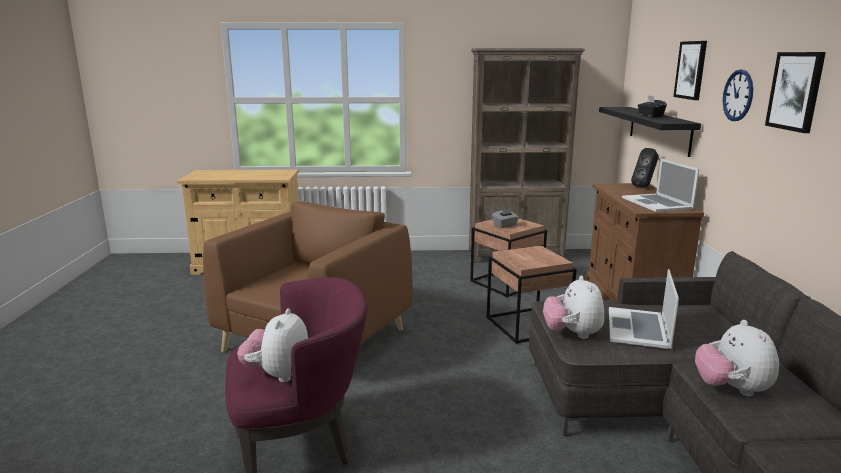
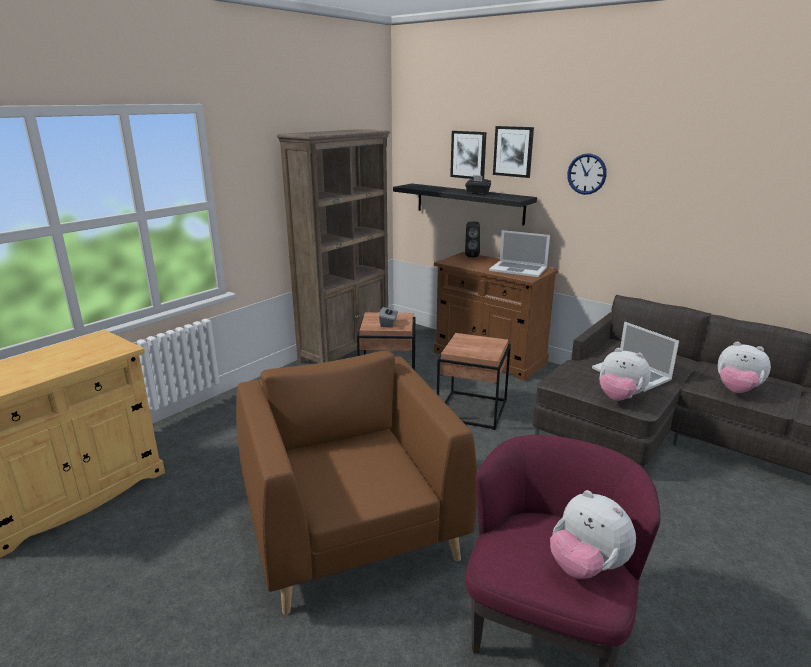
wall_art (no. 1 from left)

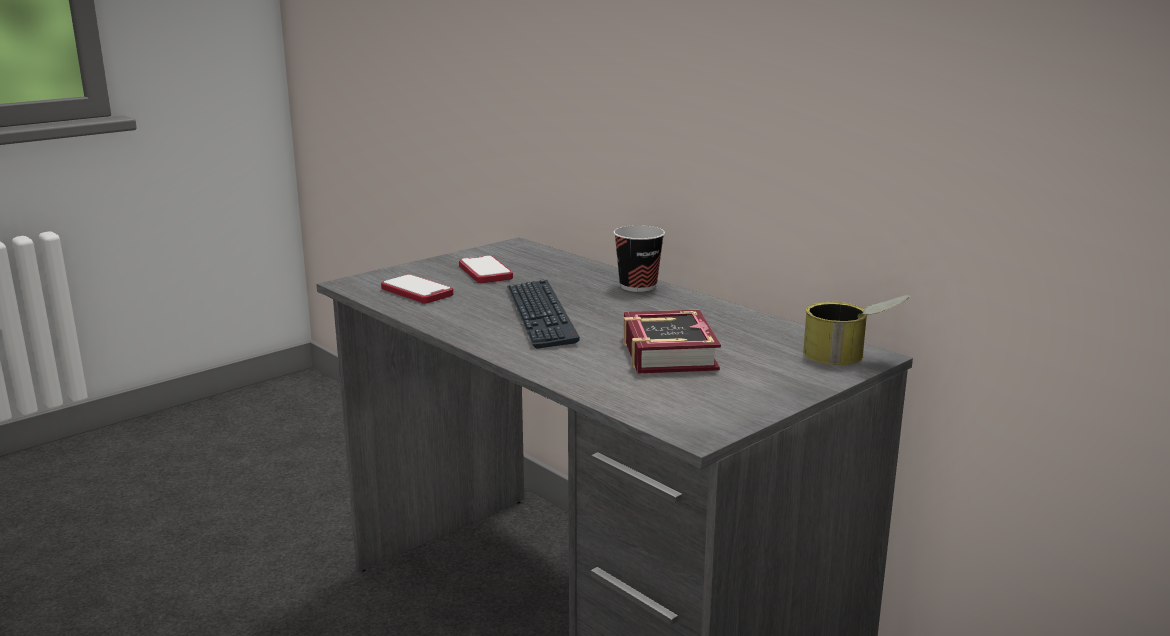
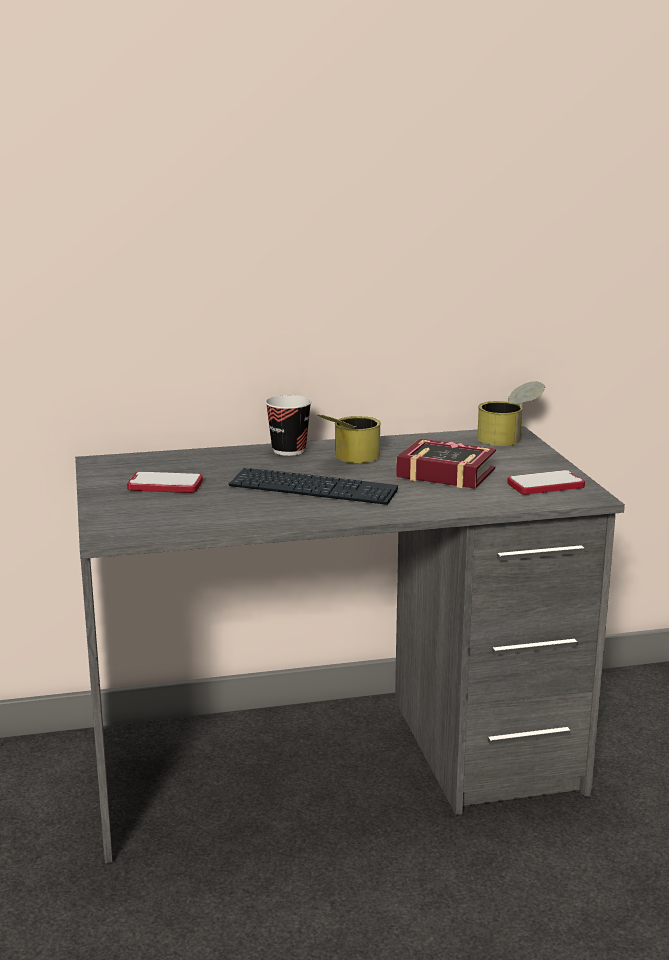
handset (no. 2 from left)
metal_can (no. 1 from left)

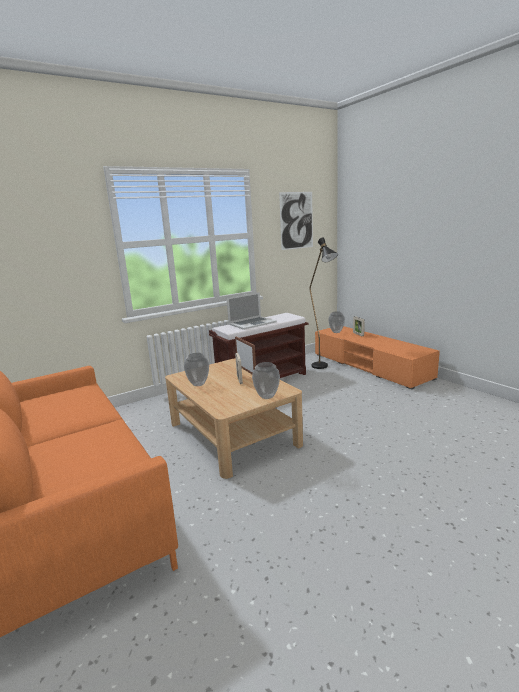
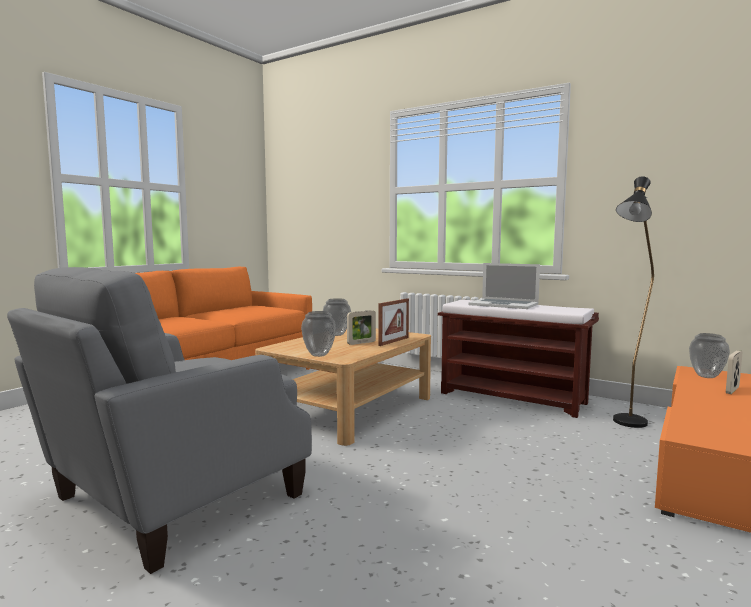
wall_art
grey_easy_chair

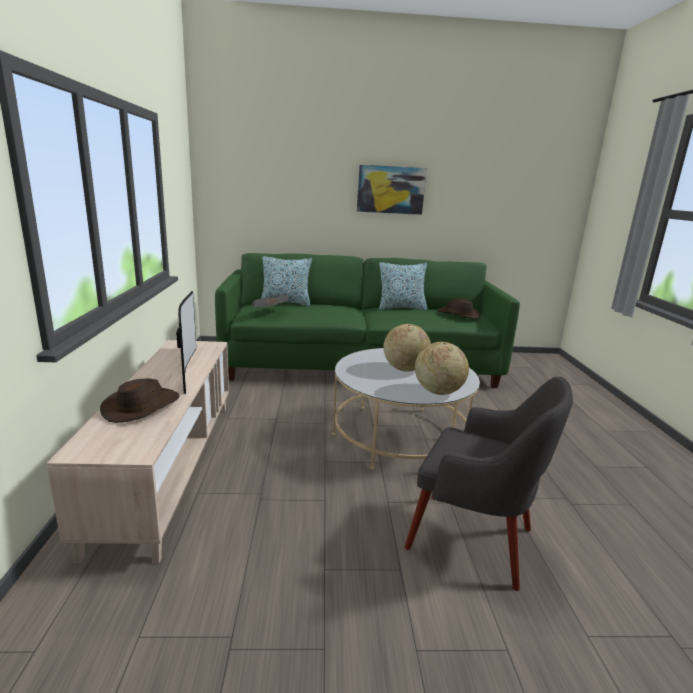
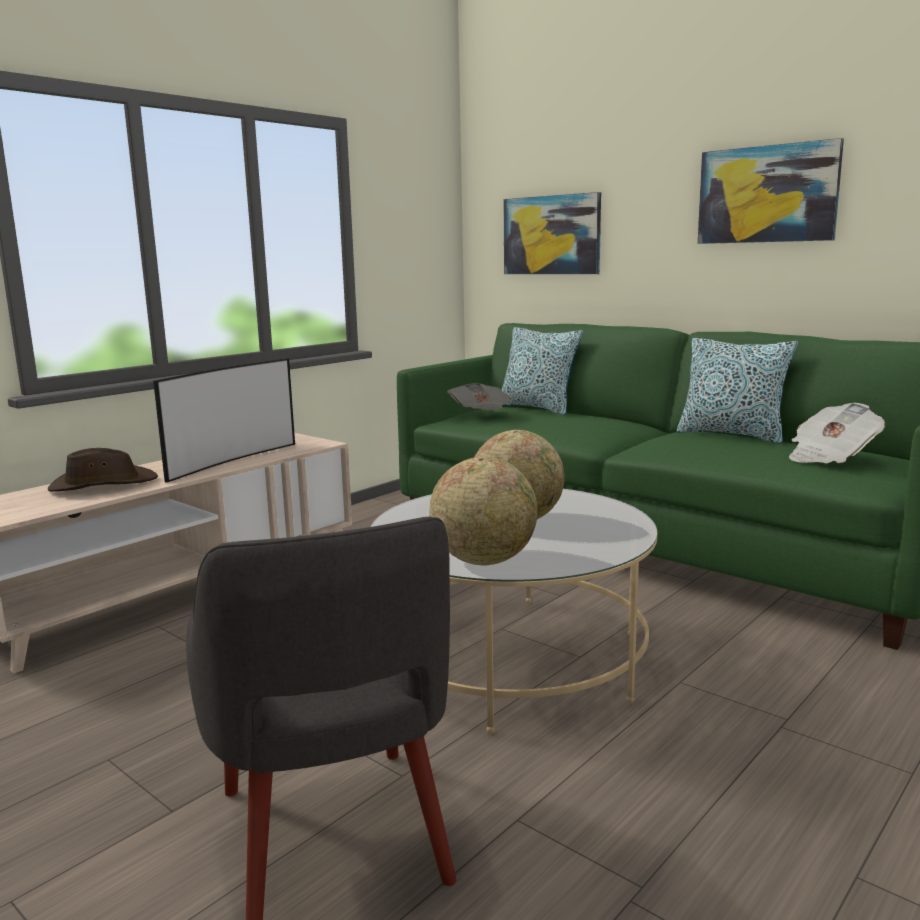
daily_paper (no. 2 from left)
wall_art (no. 1 from left)

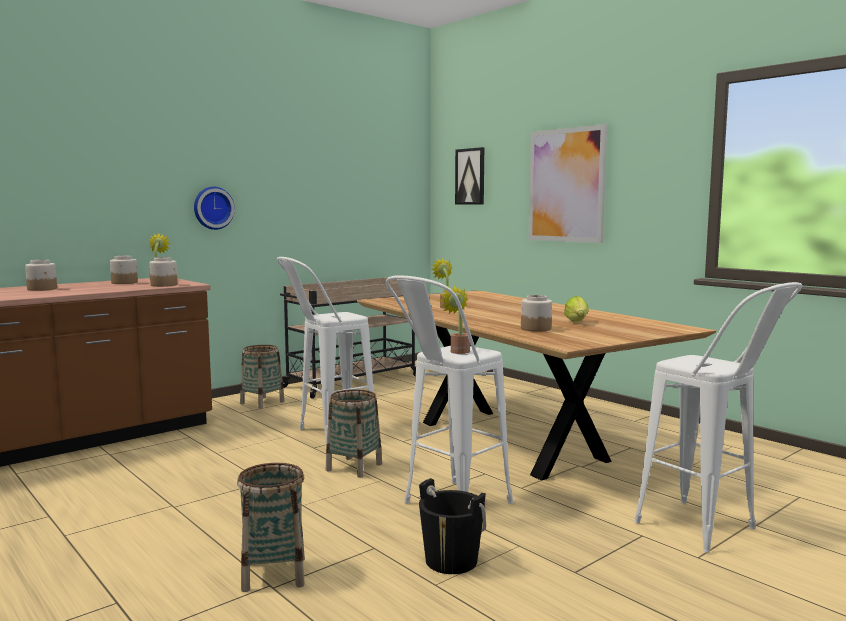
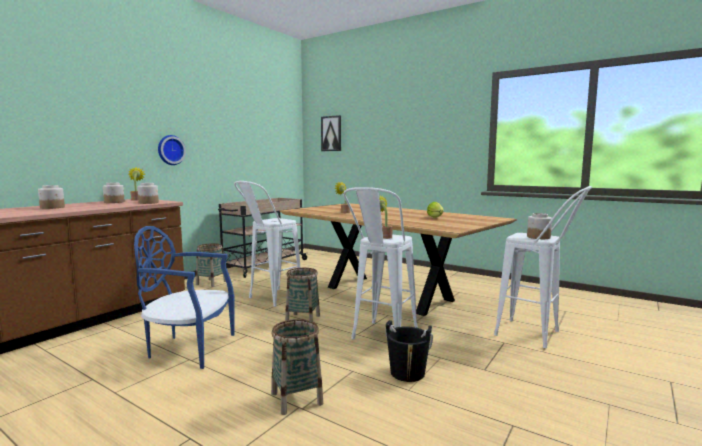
wall_art (no. 2 from left in the first image)
storage_jar (no. 4 from left)
blue_plain_chair

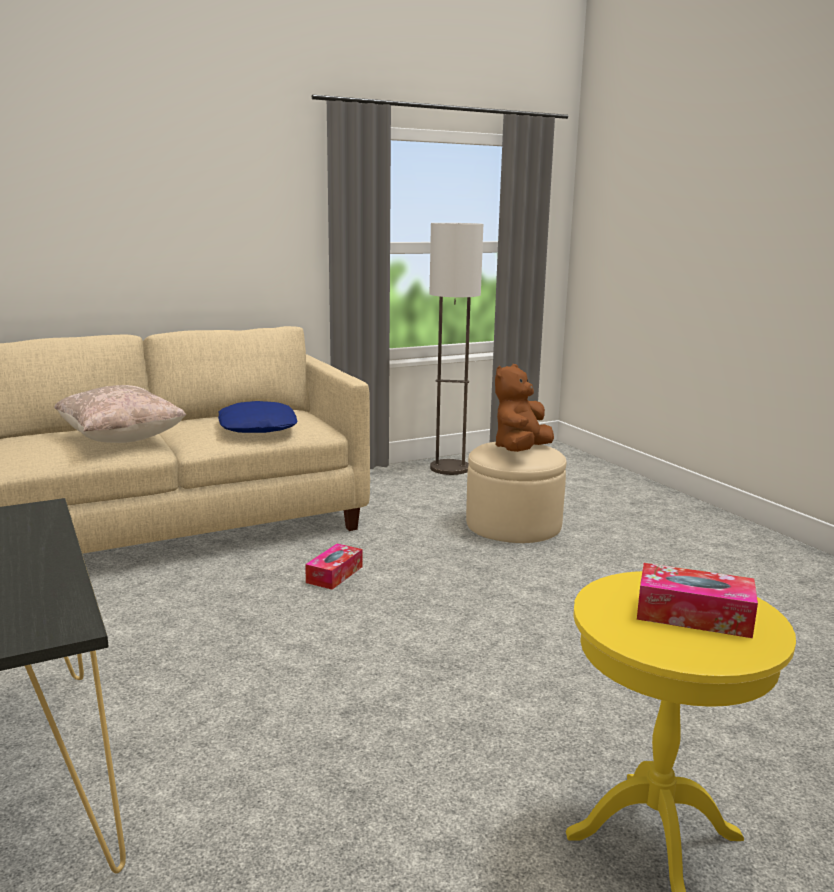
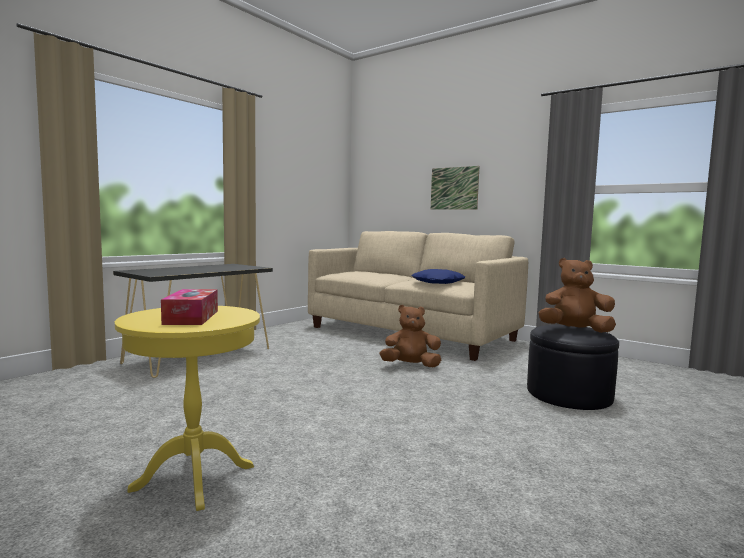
standing_lamp
sand-coloured_pillow
blackish_footrest
brown_soft_toy (no. 1 from left)
wall_art

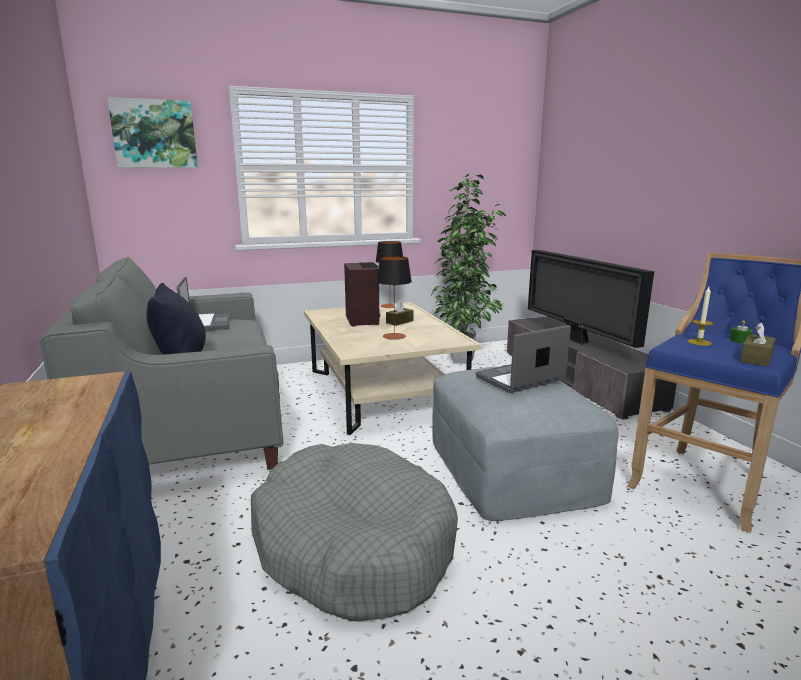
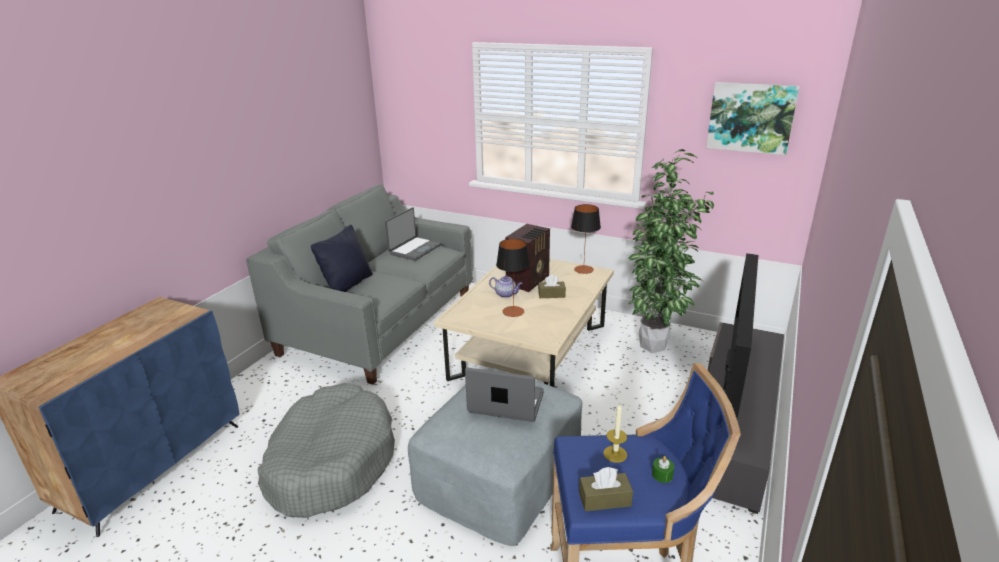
wall_art
pot_for_tea

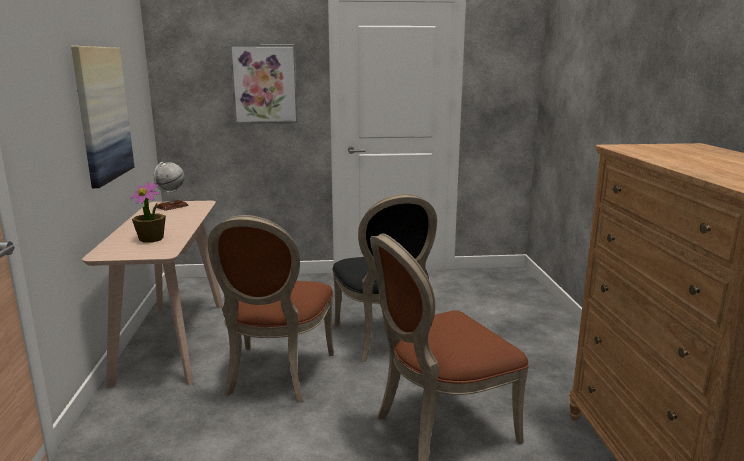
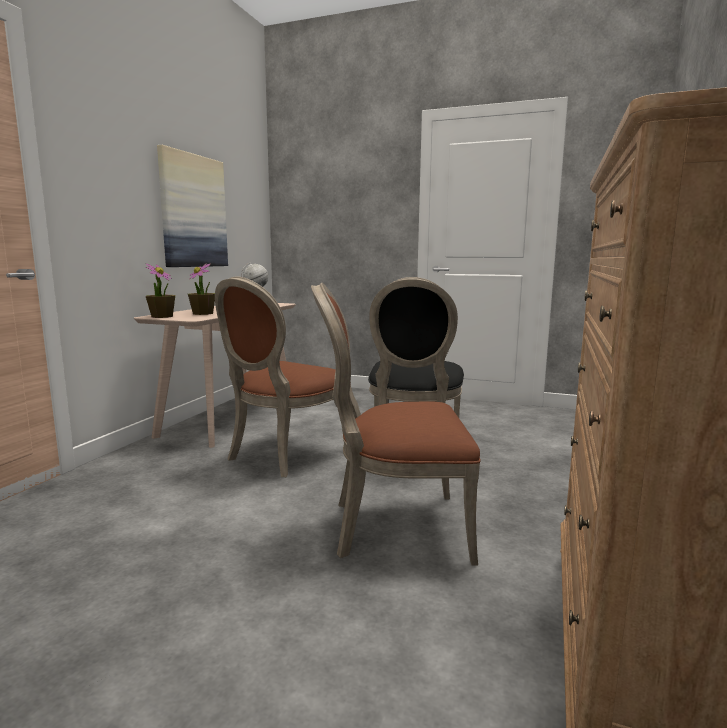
wall_art (no. 2 from left in the first image)
houseplant (no. 1 from left)

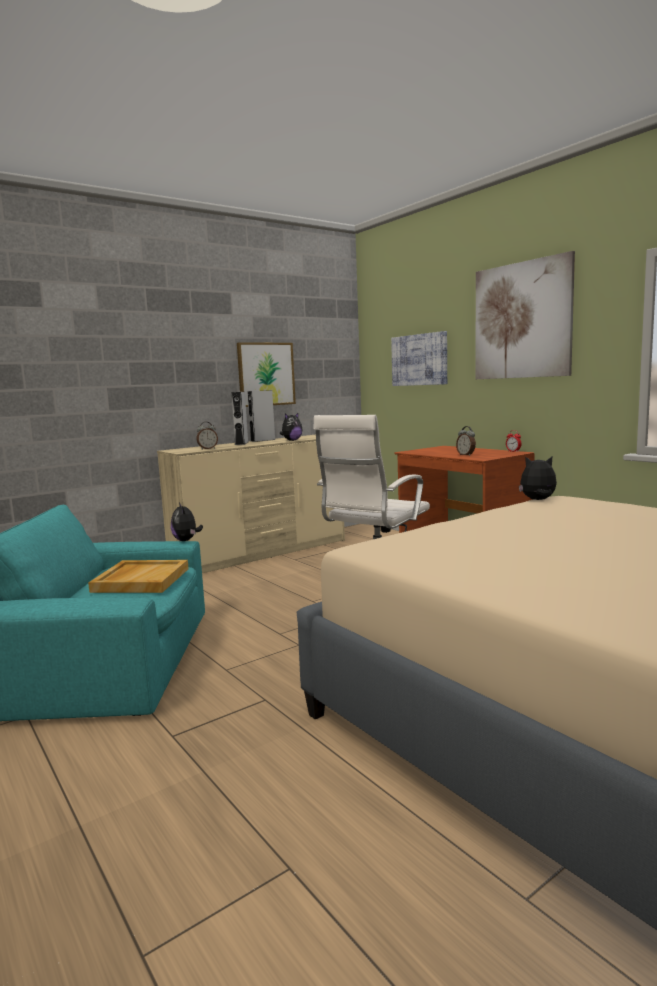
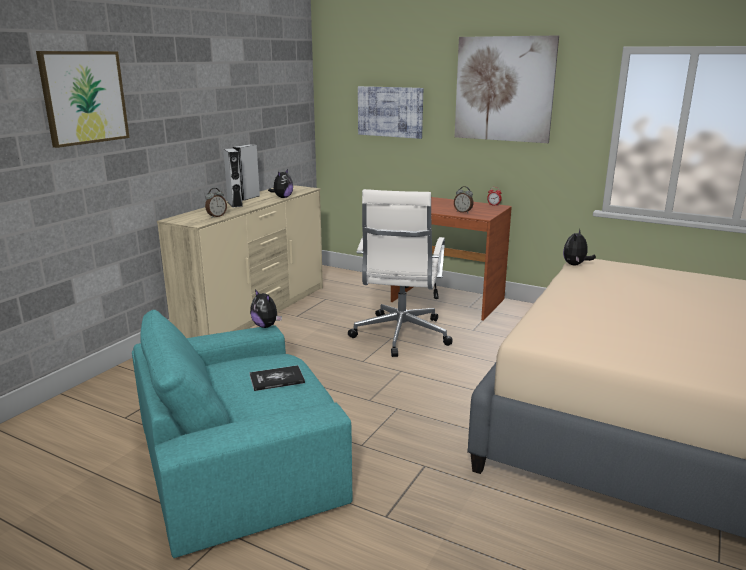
wall_art (no. 1 from left)
soft_toy (no. 3 from left)
book

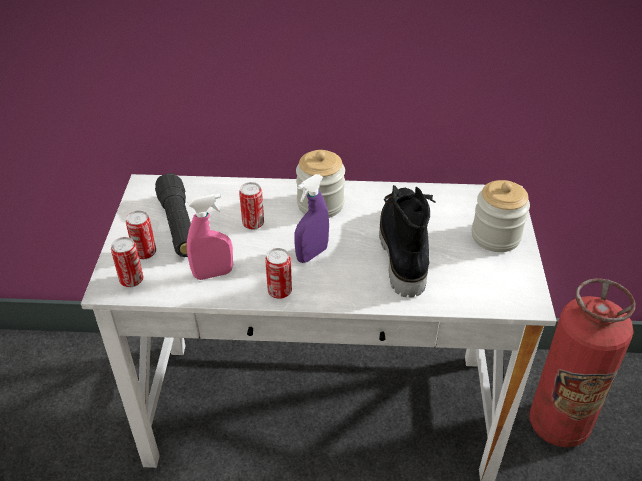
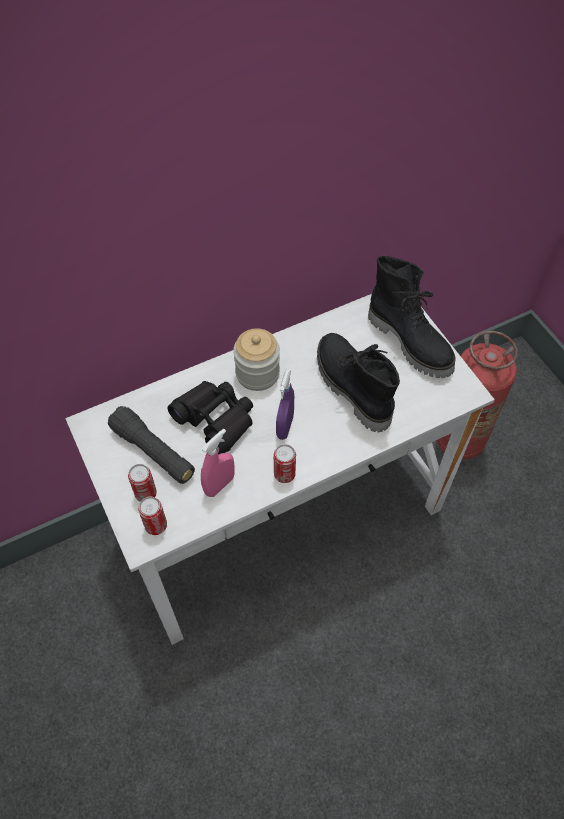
blackish_boot (no. 2 from left)
blackish_pair_of_binoculars

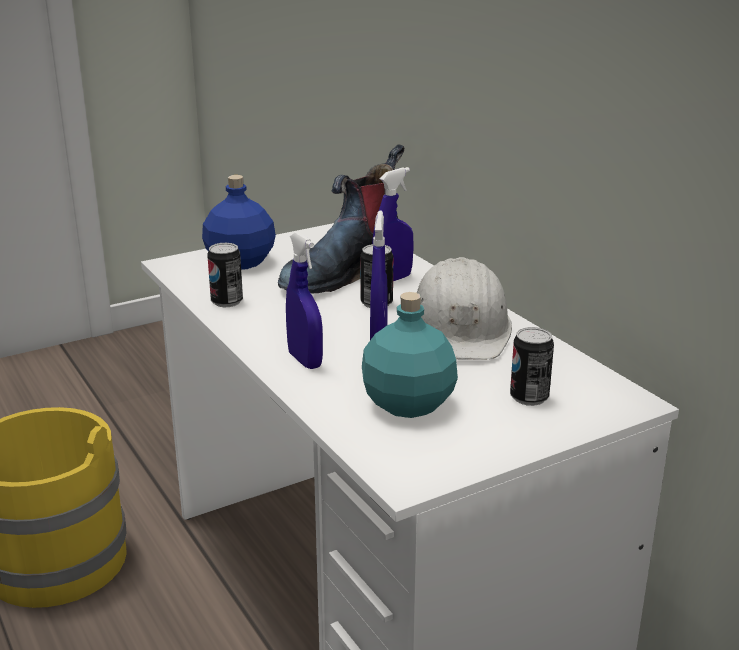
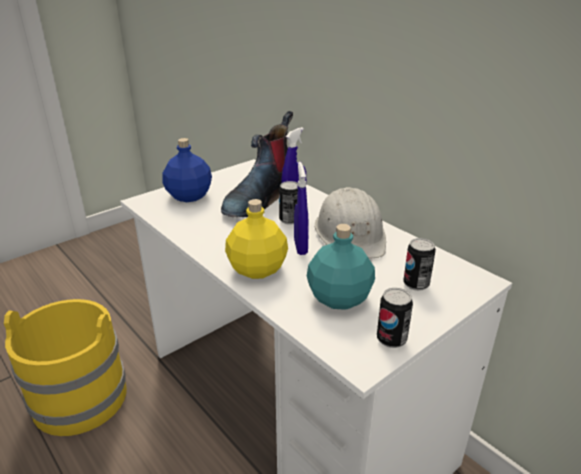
yellowish_drink_bottle
metal_can (no. 2 from left)

